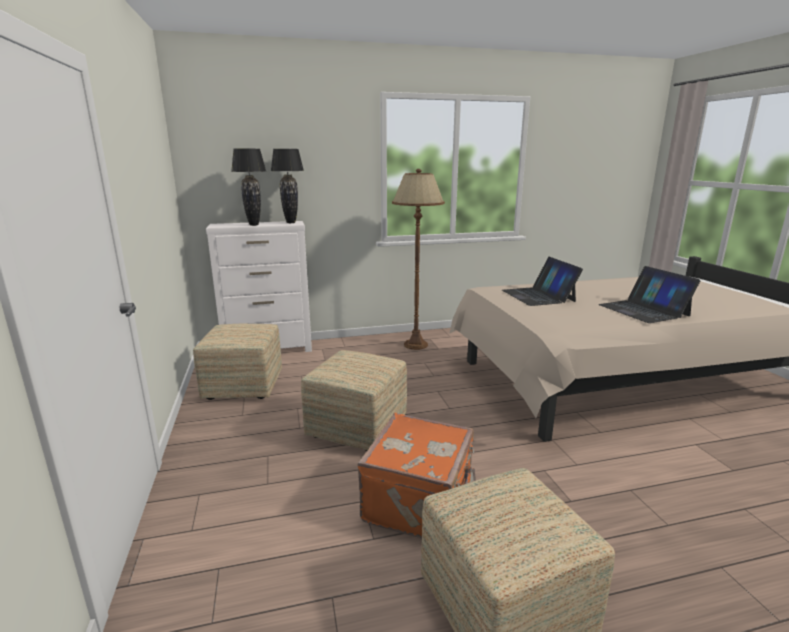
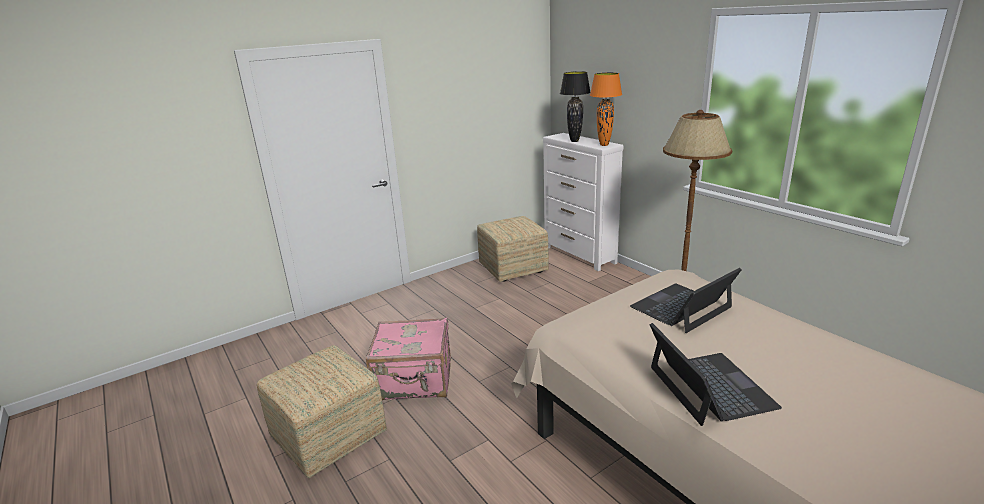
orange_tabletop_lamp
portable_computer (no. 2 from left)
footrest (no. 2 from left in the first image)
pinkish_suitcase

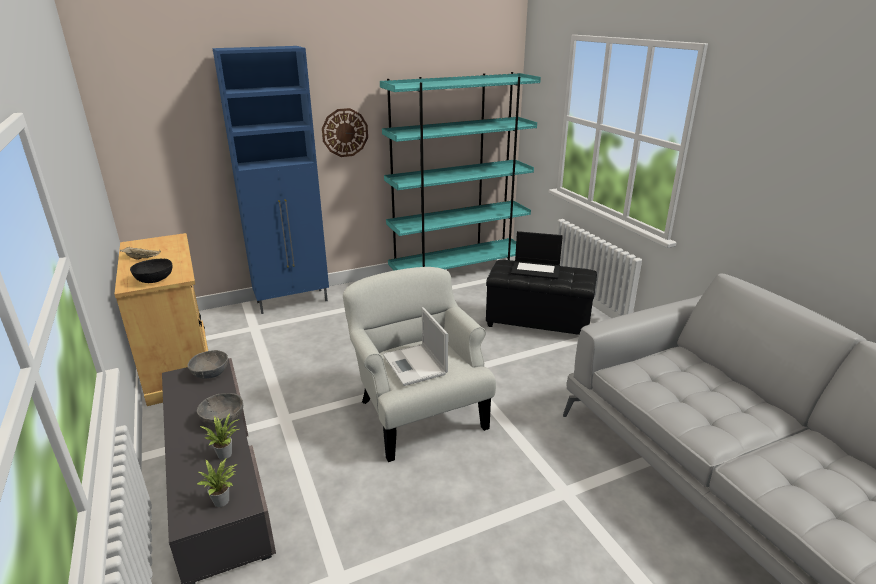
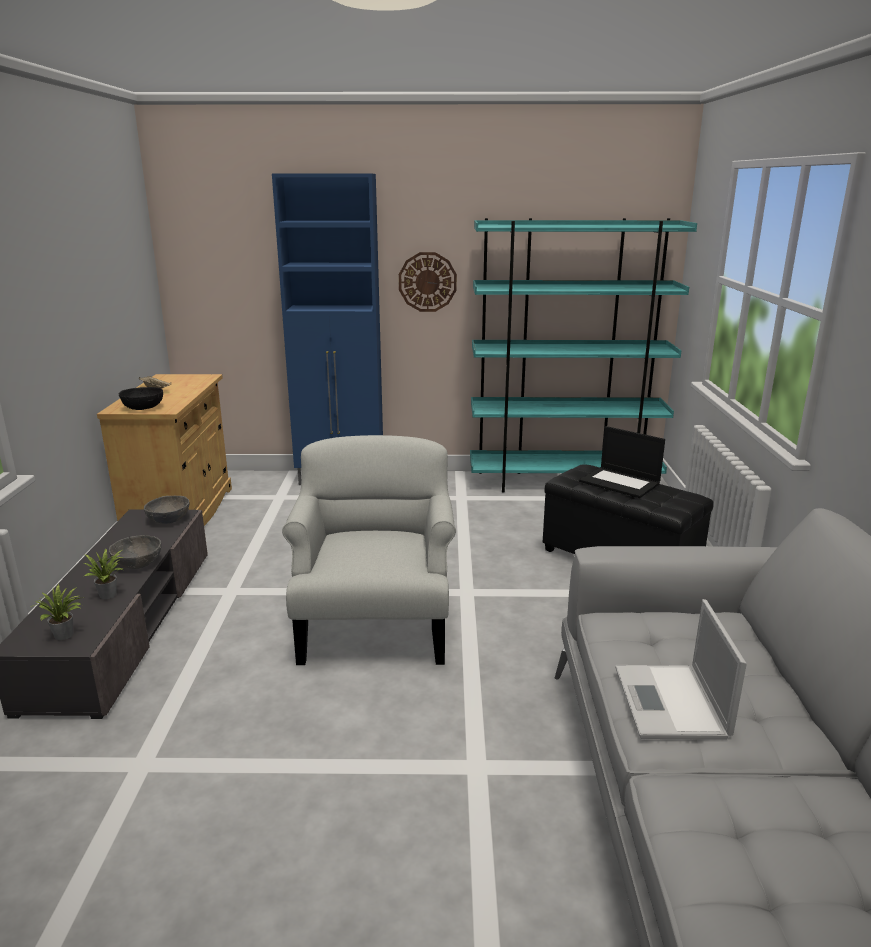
portable_computer (no. 2 from left)

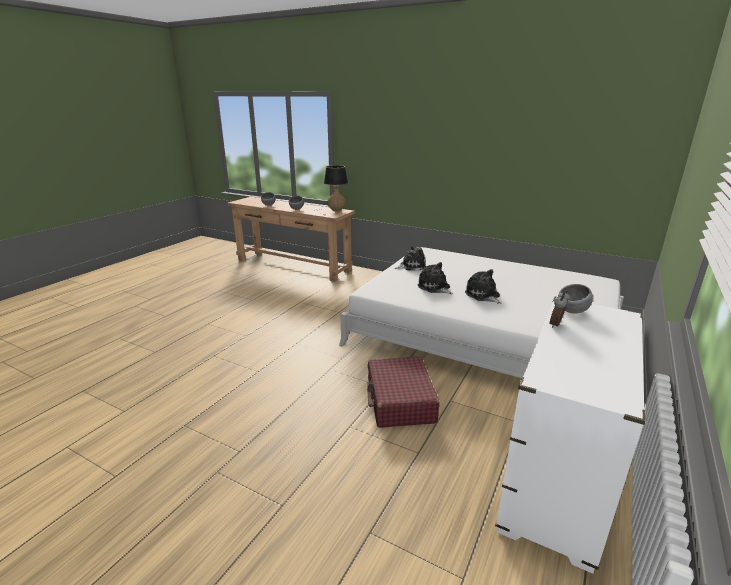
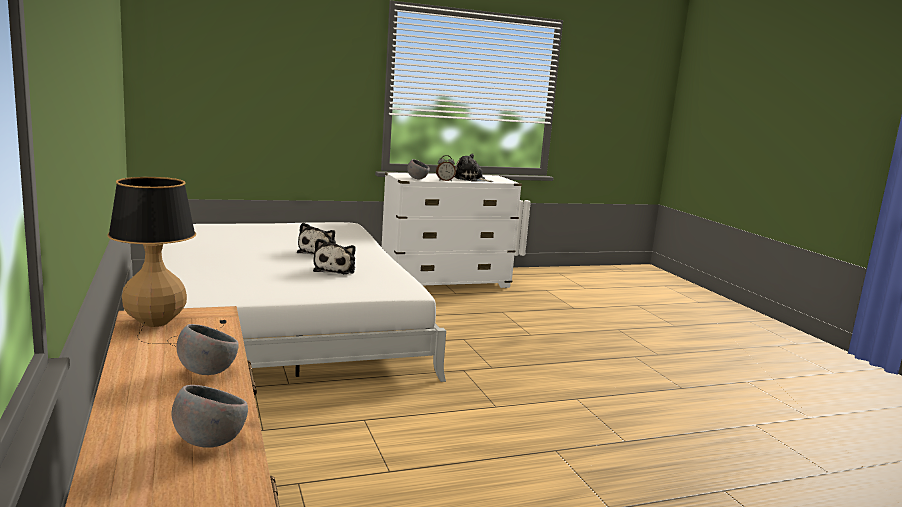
soft_toy (no. 3 from left)
reddish_suitcase

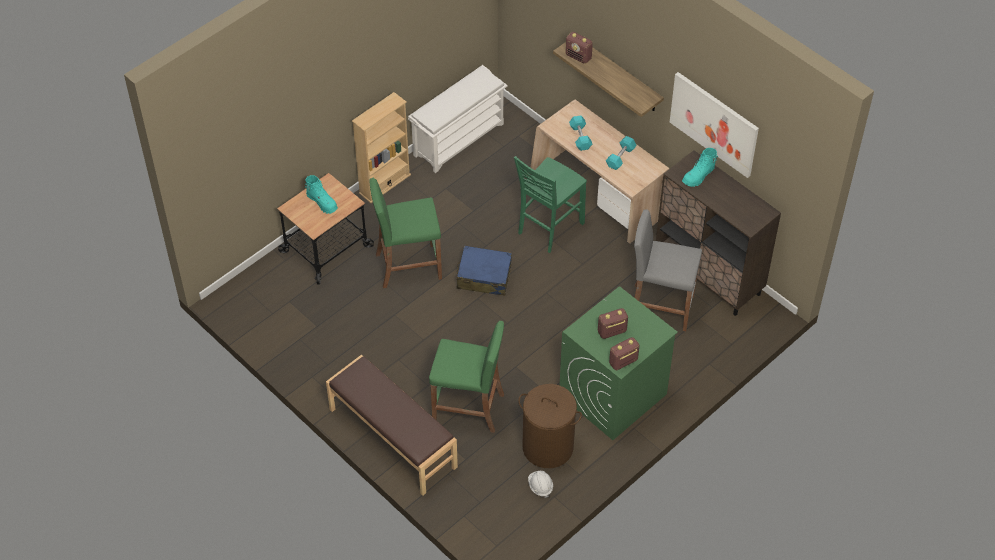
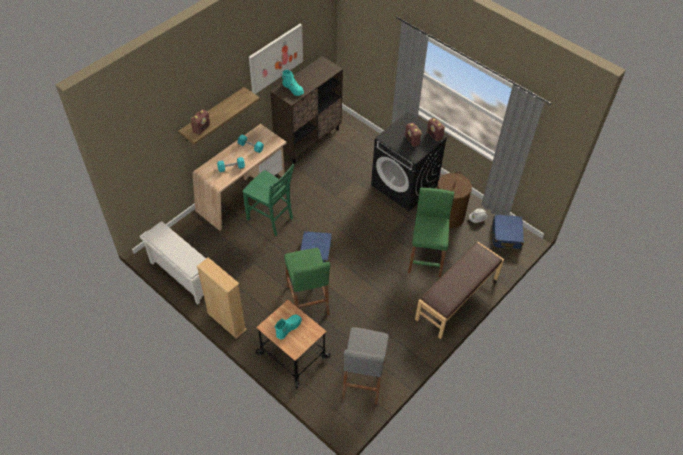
grey_stool
blackish_washing_machine
blue_suitcase (no. 2 from left)

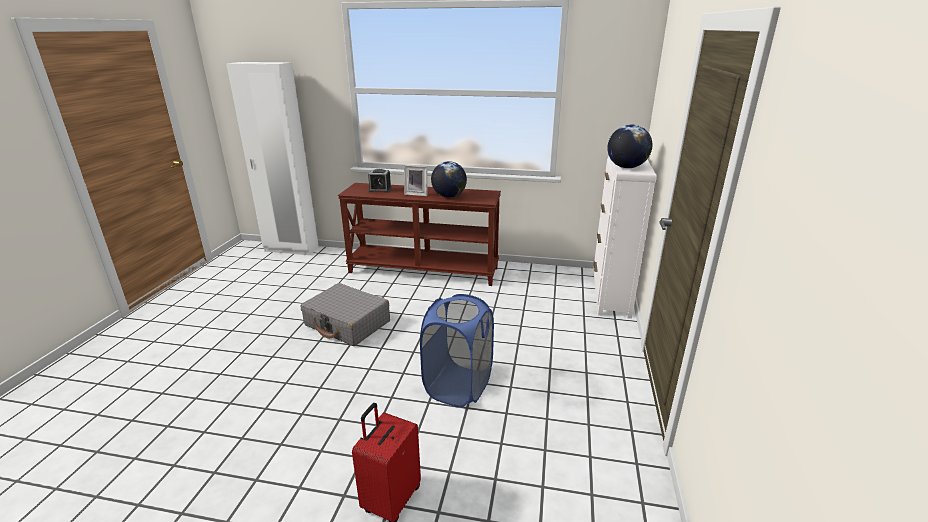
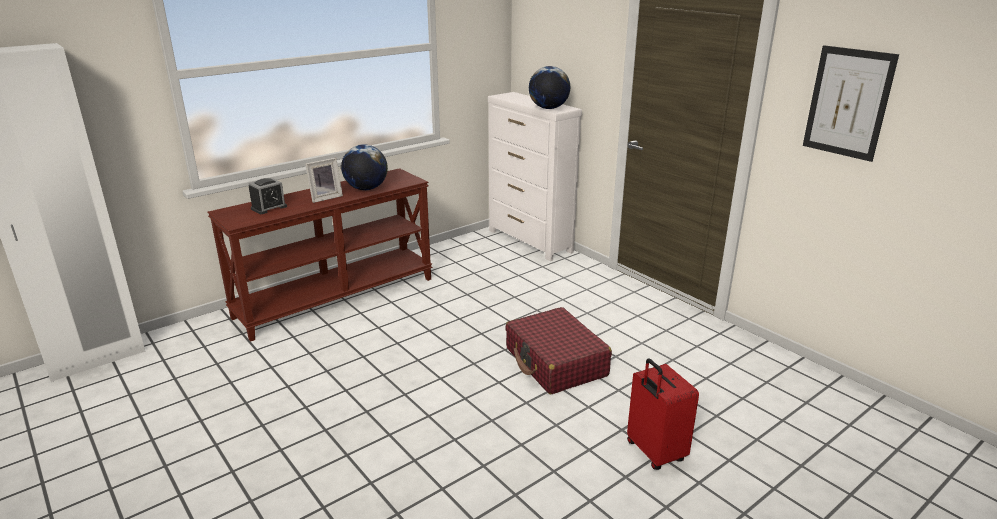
grey_suitcase
reddish_suitcase (no. 1 from left)
wall_art

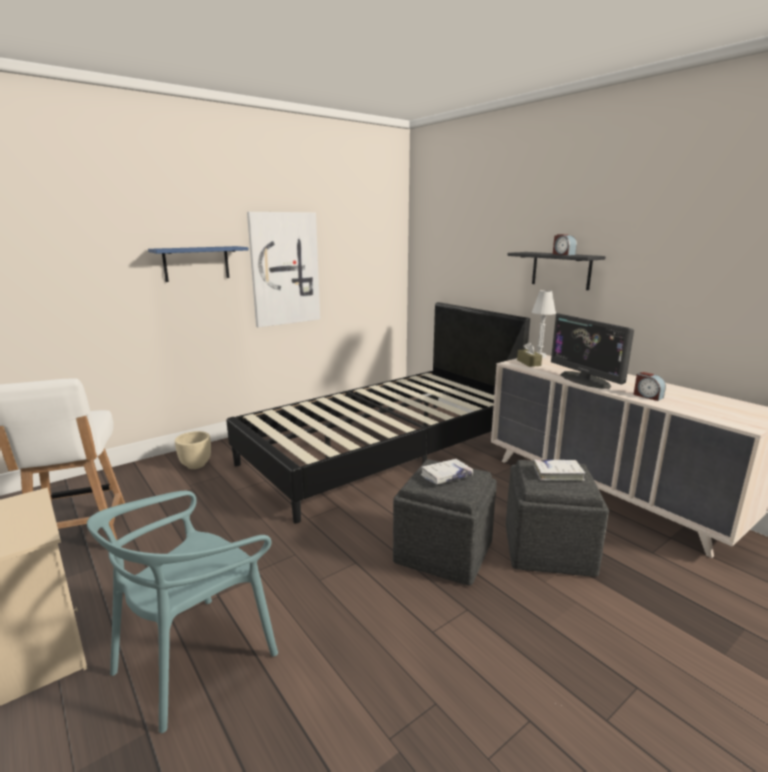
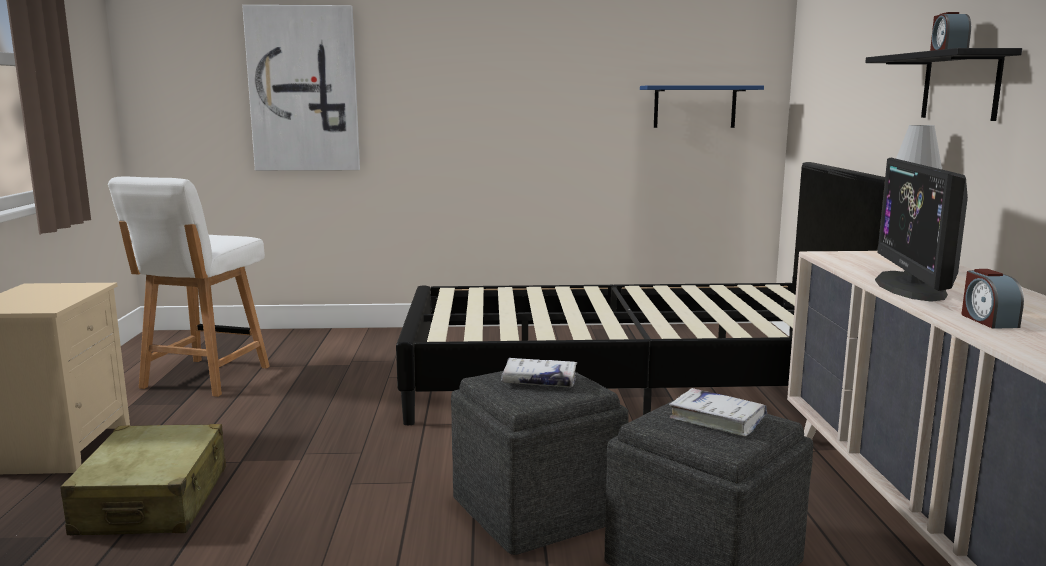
wall_art
blue_shelf
brown_box_of_tissues
sand-coloured_flower_pot
sand-coloured_suitcase

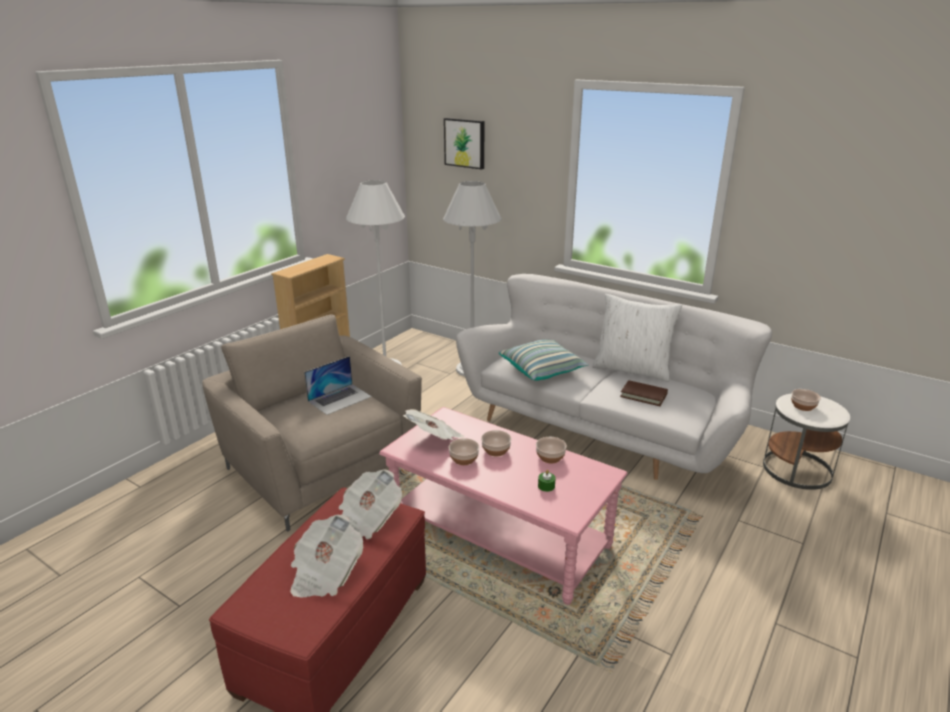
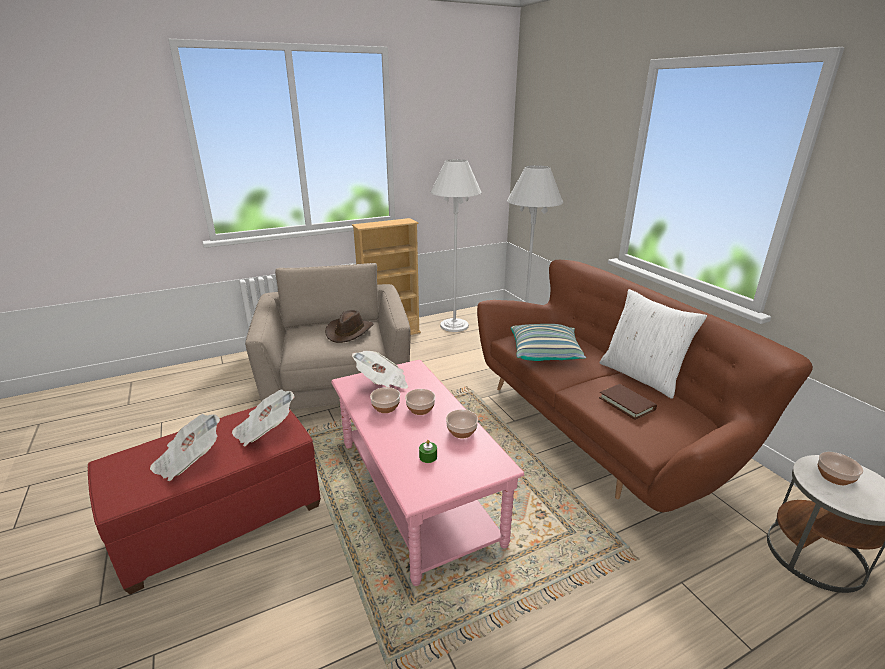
wall_art
brown_settee
brown_clothing_hat

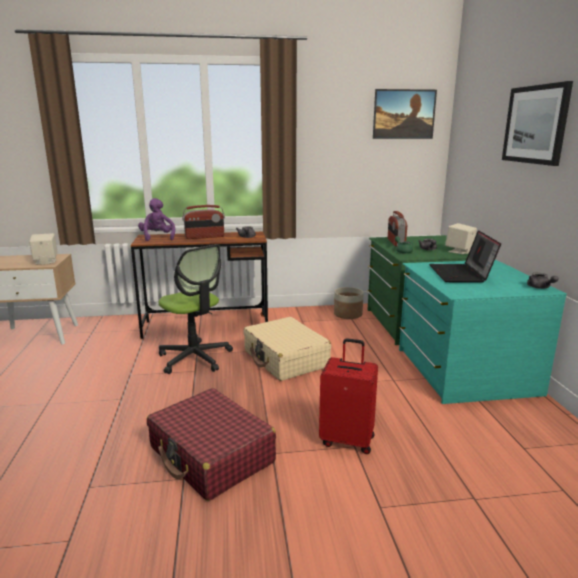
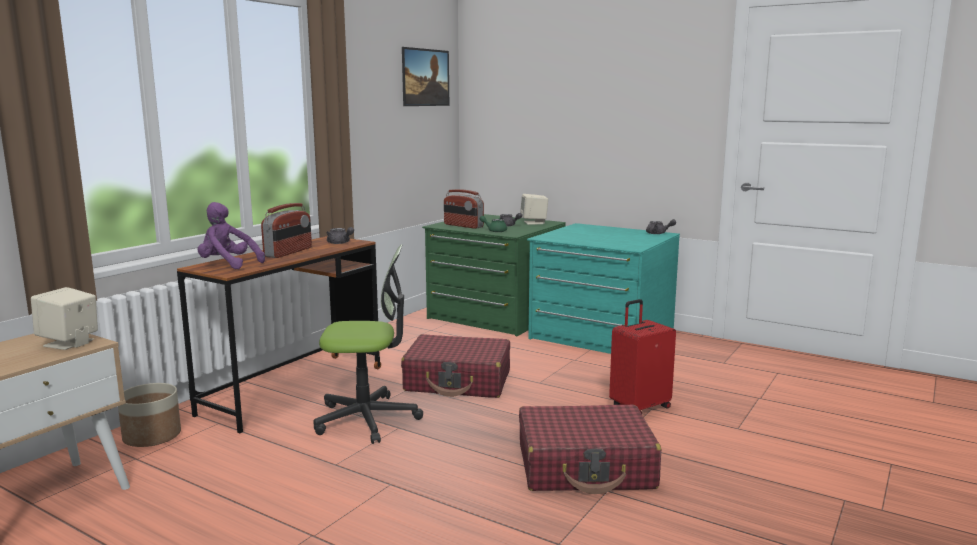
wall_art (no. 2 from left in the first image)
portable_computer
flower_pot
reddish_suitcase (no. 1 from left)

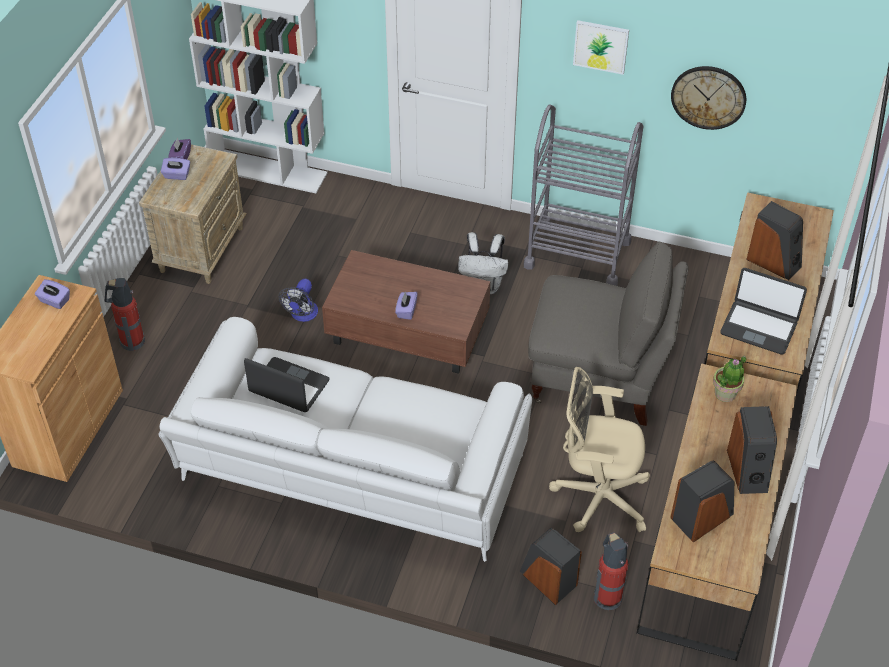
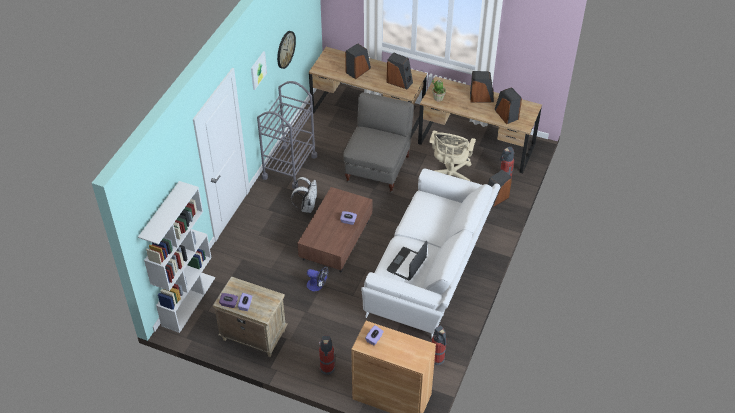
audio_speaker (no. 2 from left)
fire-fighting_cylinder (no. 2 from left)

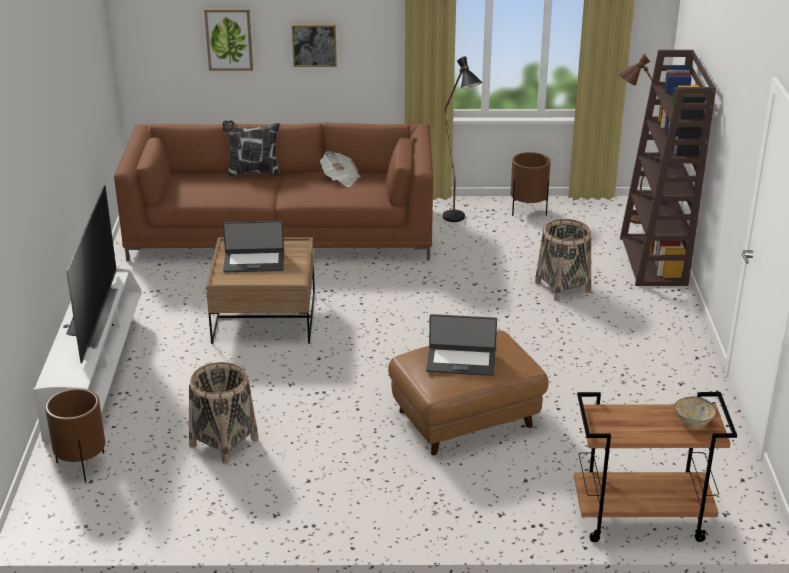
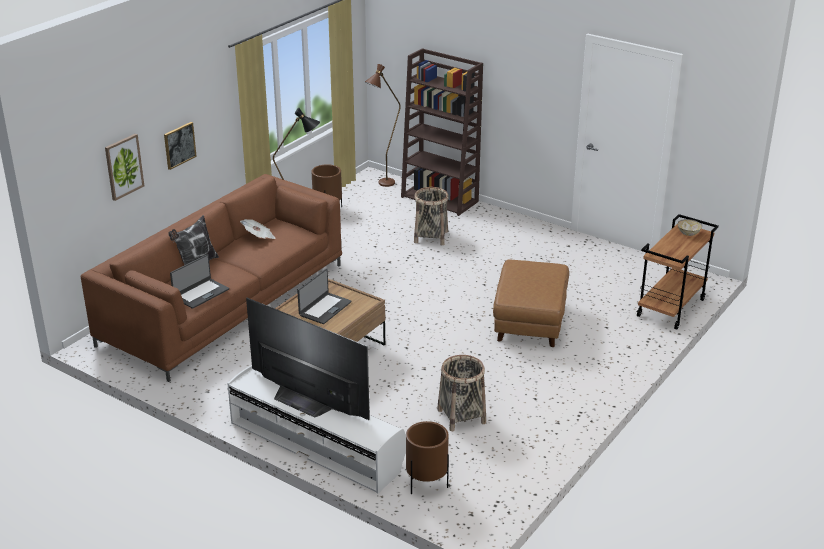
portable_computer (no. 1 from left)

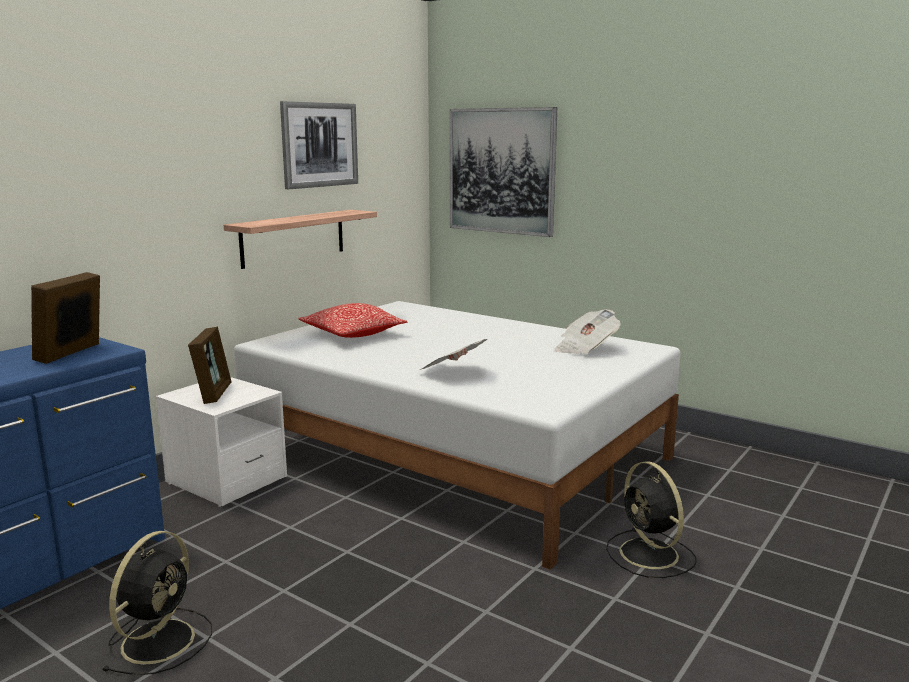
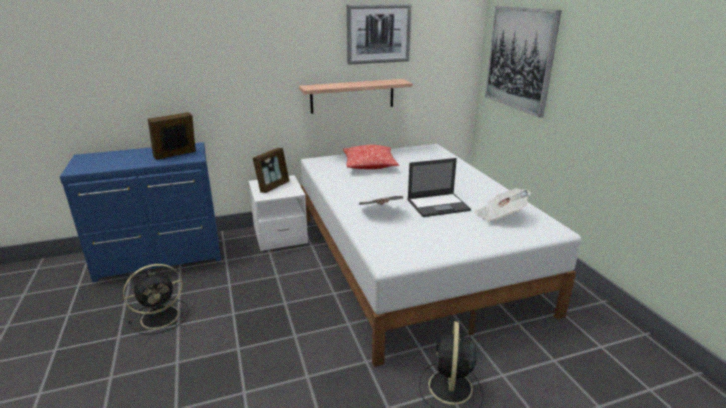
portable_computer

